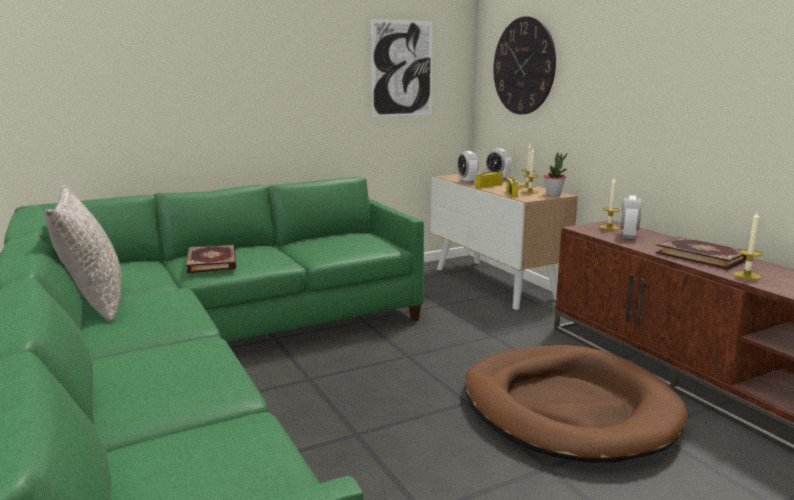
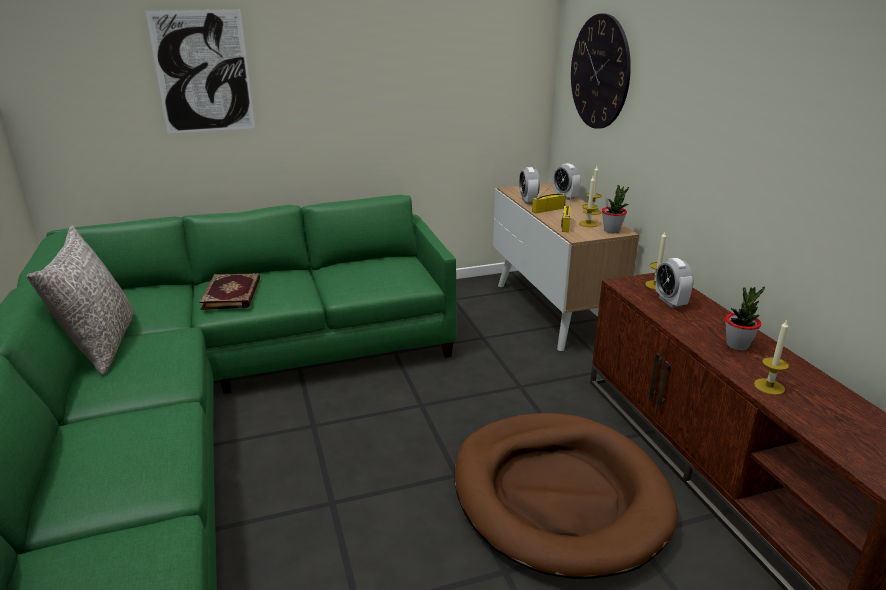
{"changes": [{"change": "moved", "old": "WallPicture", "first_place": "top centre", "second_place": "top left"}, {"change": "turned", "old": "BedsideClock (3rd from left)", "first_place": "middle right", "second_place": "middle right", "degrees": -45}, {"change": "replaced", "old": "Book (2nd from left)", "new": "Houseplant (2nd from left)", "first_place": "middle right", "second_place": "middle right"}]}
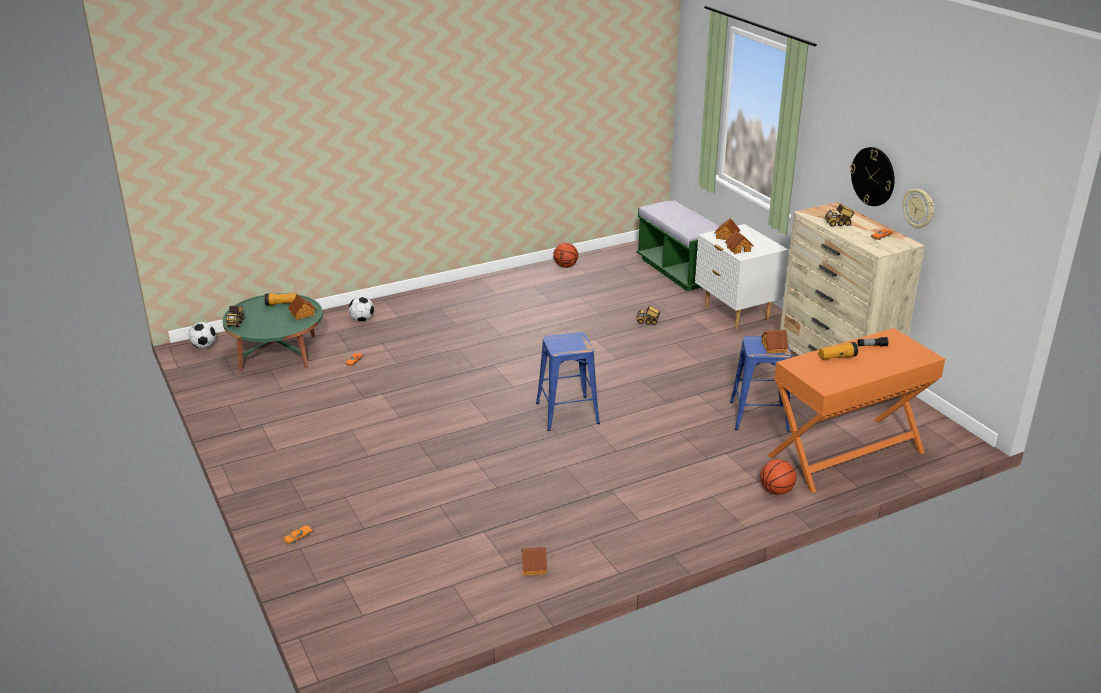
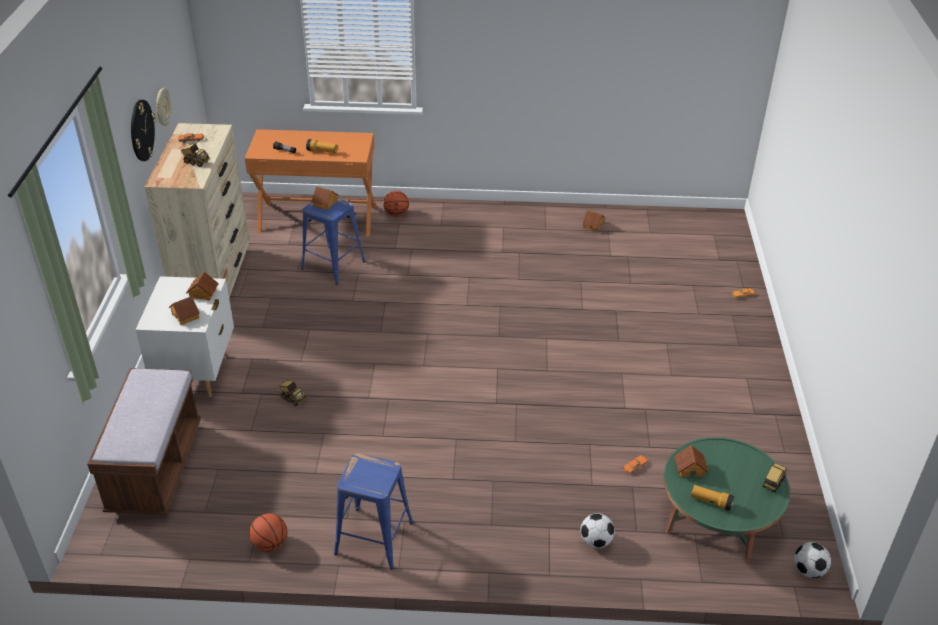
{"changes": [{"change": "moved", "old": "BlueStoolSeat (1st from left in the first image)", "new": "BlueStoolSeat (2nd from left)", "first_place": "centre", "second_place": "bottom centre"}, {"change": "recoloured", "old": "GreenBench", "new": "BrownishBench", "first_place": "centre", "second_place": "bottom left"}]}
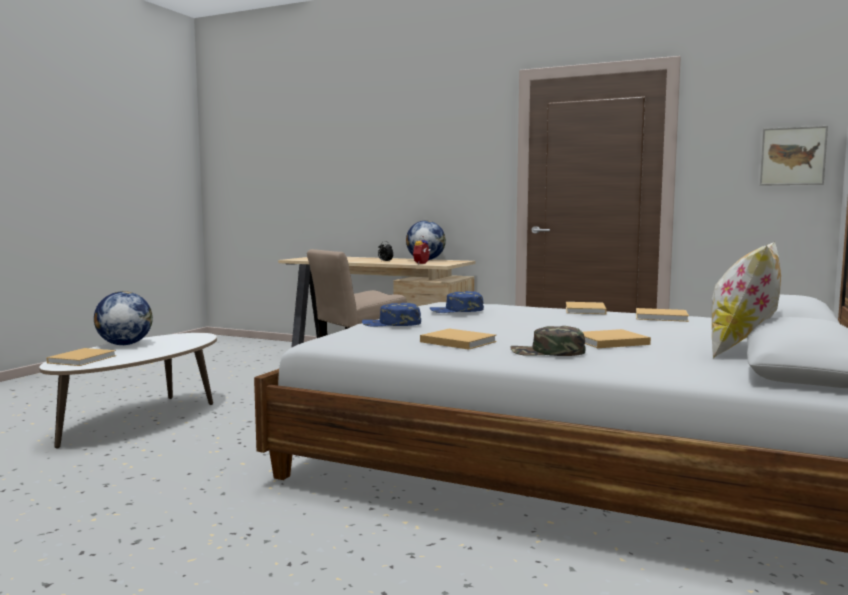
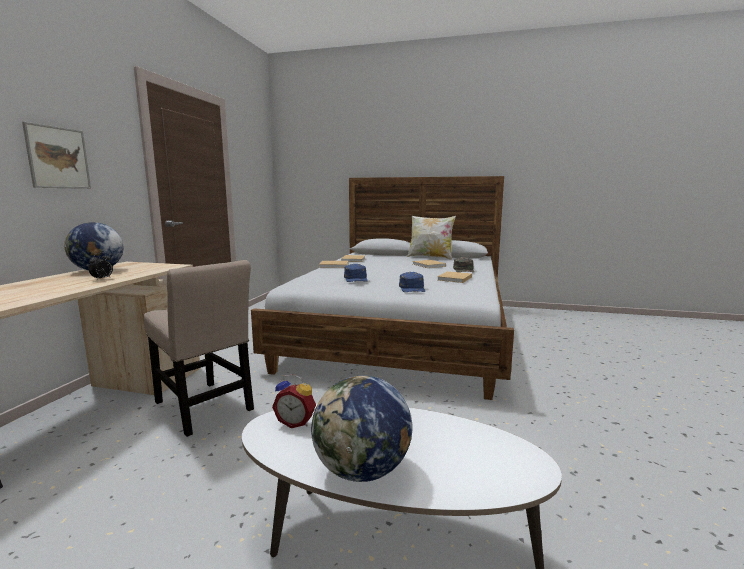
{"changes": [{"change": "removed", "old": "SandColouredBook (1st from left)", "first_place": "middle left"}, {"change": "moved", "old": "BedsideClock (2nd from left)", "first_place": "centre", "second_place": "bottom centre"}, {"change": "moved", "old": "WallPicture", "first_place": "top right", "second_place": "top left"}]}
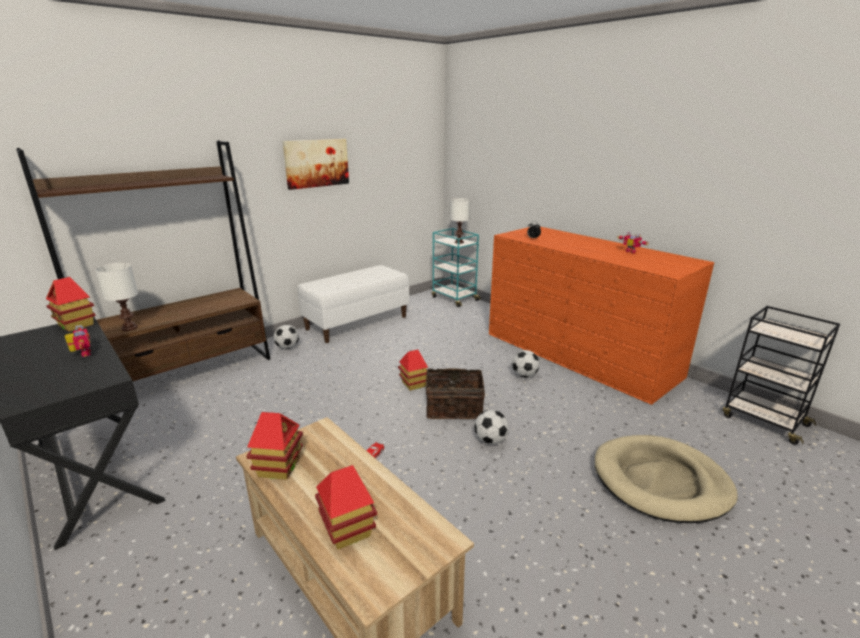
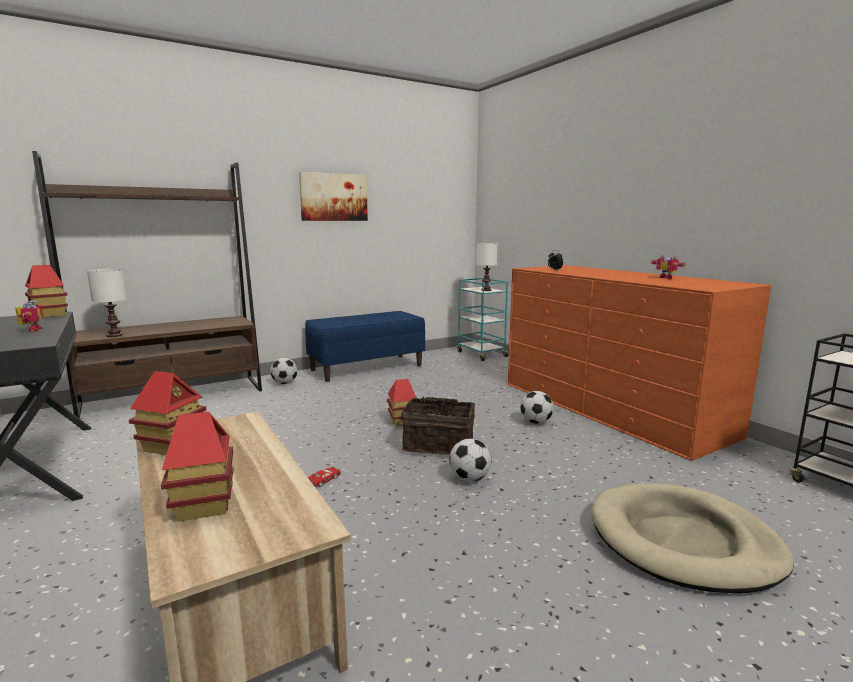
{"changes": [{"change": "recoloured", "old": "WhiteColouredBench", "new": "BlueBench", "first_place": "centre", "second_place": "centre"}]}
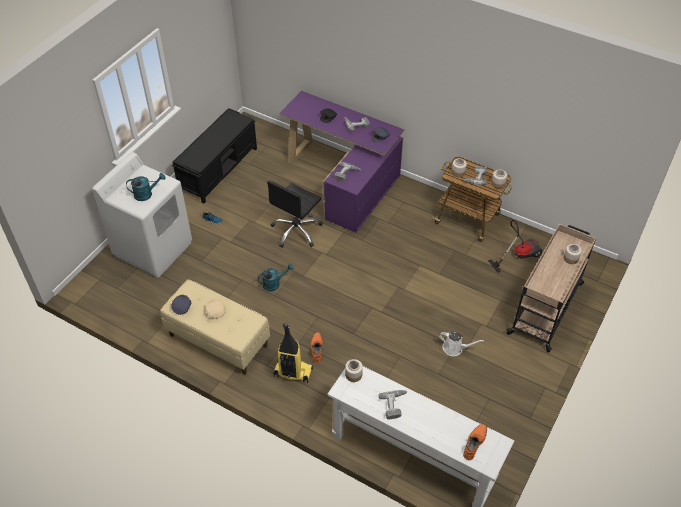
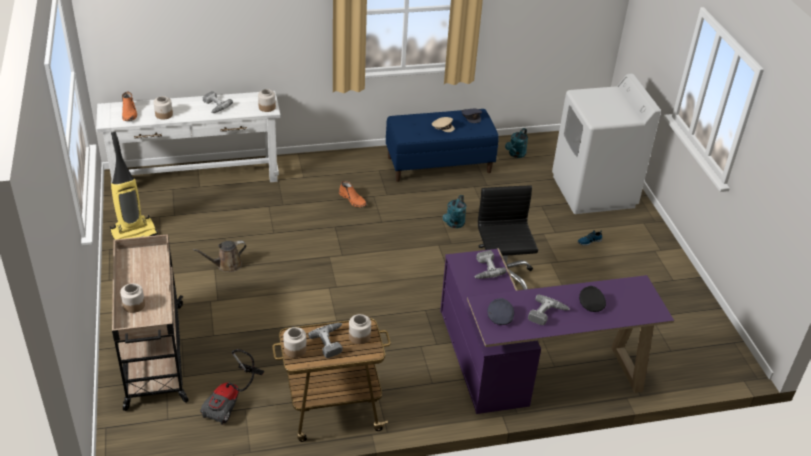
{"changes": [{"change": "moved", "old": "BlueGreenWateringPot (1st from left in the first image)", "new": "BlueGreenWateringPot (2nd from left)", "first_place": "middle left", "second_place": "top centre"}, {"change": "recoloured", "old": "SandColouredBench", "new": "BlueBench", "first_place": "middle left", "second_place": "top centre"}, {"change": "removed", "old": "BlackishBench", "first_place": "top left"}, {"change": "moved", "old": "Hoover (1st from left)", "first_place": "bottom centre", "second_place": "middle left"}, {"change": "recoloured", "old": "WhiteColouredWateringPot", "new": "BrownishWateringPot", "first_place": "bottom right", "second_place": "middle left"}, {"change": "added", "new": "Jar (2nd from left)", "second_place": "top left"}]}
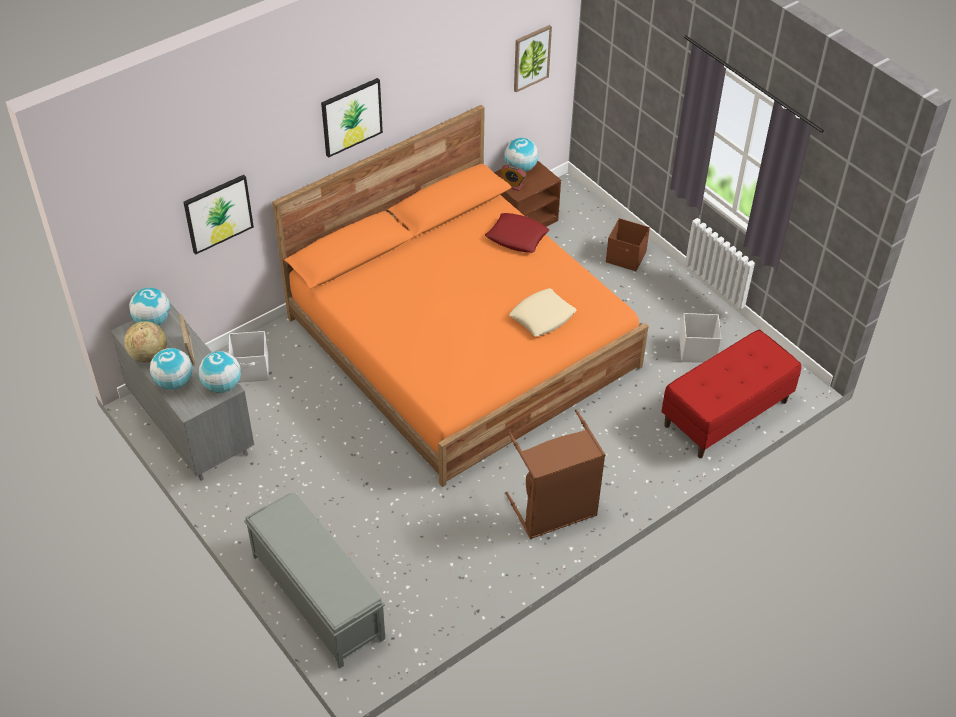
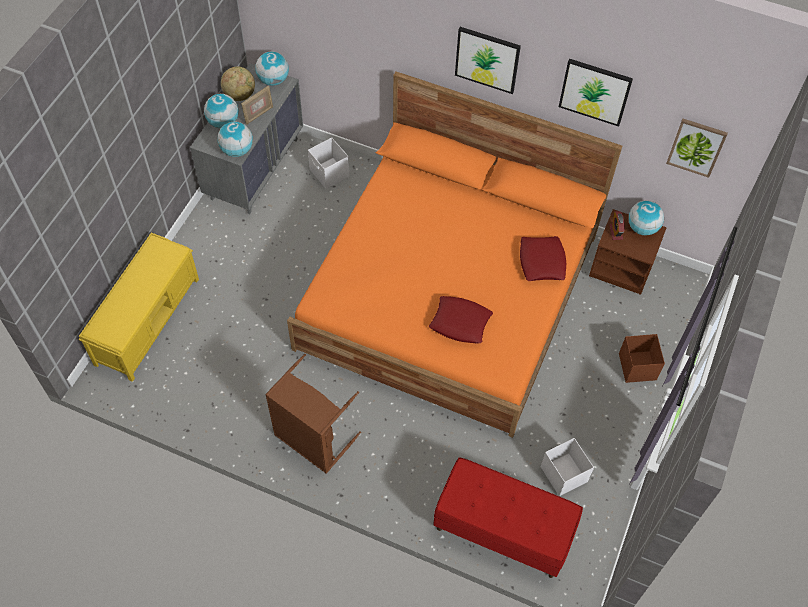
{"changes": [{"change": "moved", "old": "WallPicture (1st from left in the first image)", "new": "WallPicture (2nd from left)", "first_place": "top left", "second_place": "top right"}, {"change": "recoloured", "old": "GreyBench", "new": "YellowColouredBench", "first_place": "bottom left", "second_place": "middle left"}, {"change": "recoloured", "old": "SandColouredPillow", "new": "RedColouredPillow (1st from left)", "first_place": "centre", "second_place": "centre"}]}
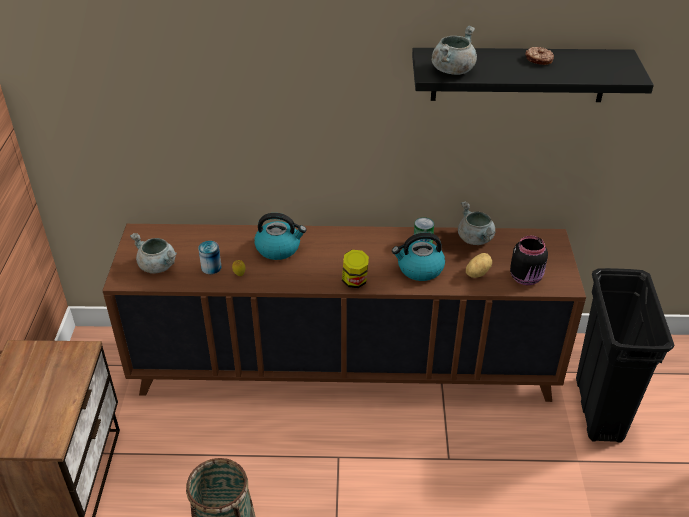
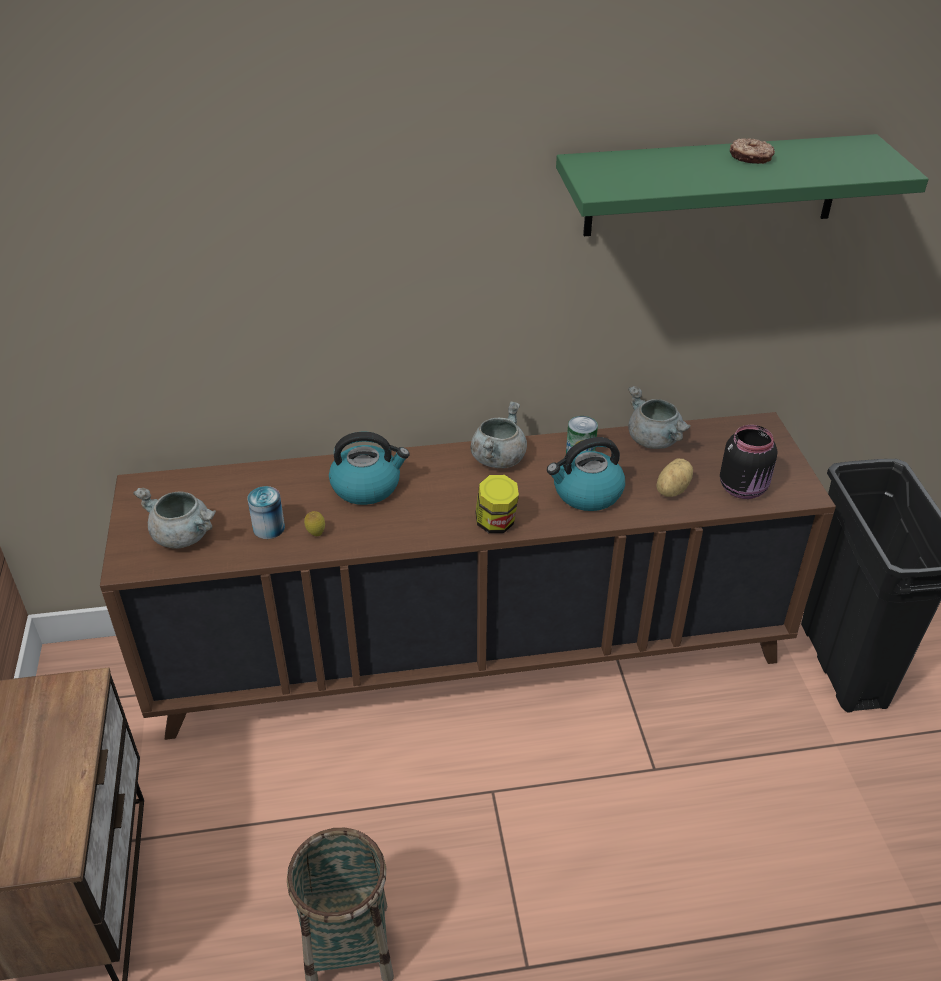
{"changes": [{"change": "recoloured", "old": "BlackishBracketShelf", "new": "GreenBracketShelf", "first_place": "top right", "second_place": "top right"}, {"change": "moved", "old": "GreyStockpot (2nd from left)", "first_place": "top centre", "second_place": "centre"}]}
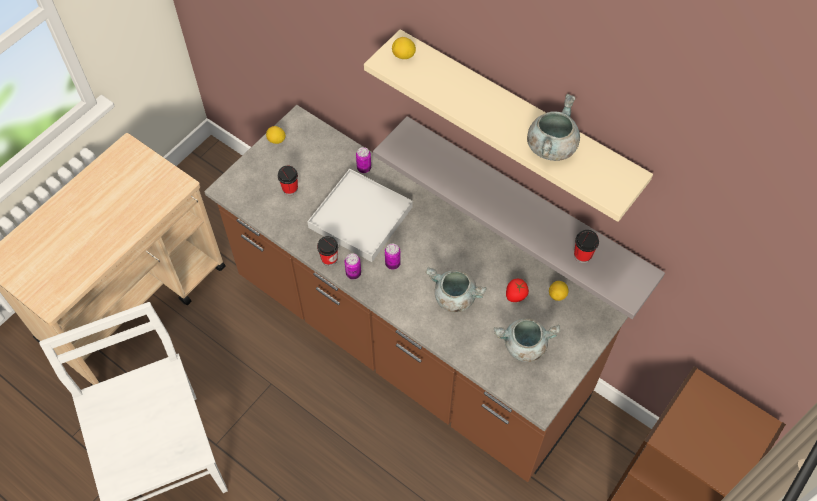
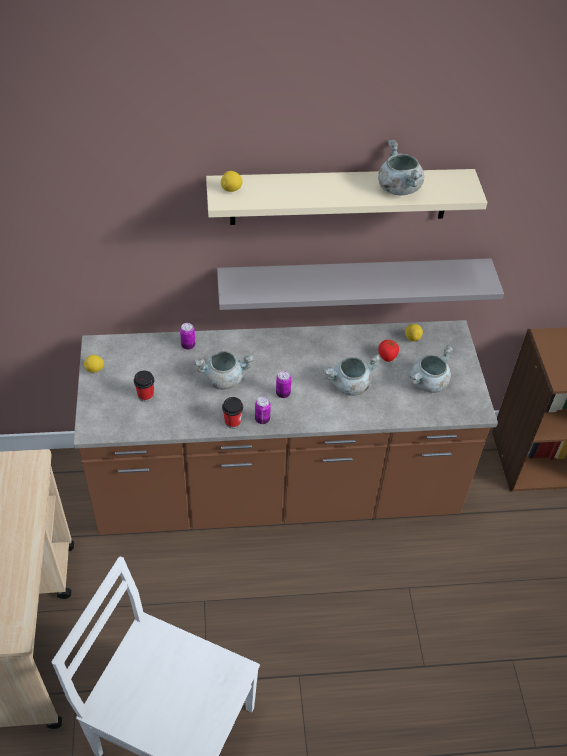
{"changes": [{"change": "replaced", "old": "WhiteColouredServingTray", "new": "GreyStockpot (1st from left)", "first_place": "centre", "second_place": "centre"}, {"change": "removed", "old": "Cup (3rd from left)", "first_place": "middle right"}]}
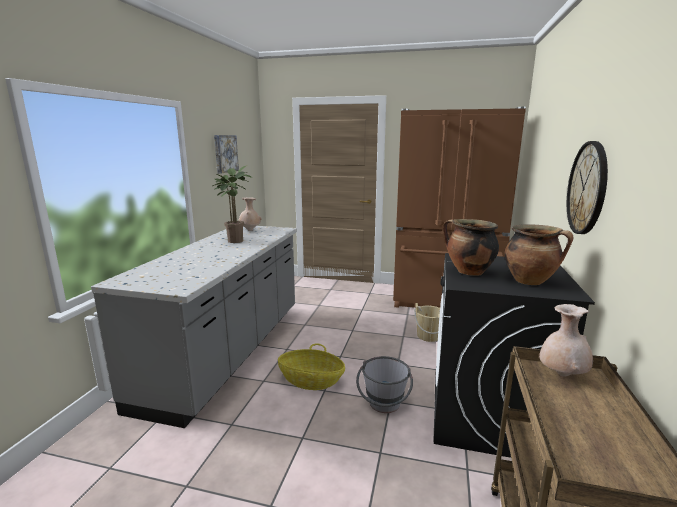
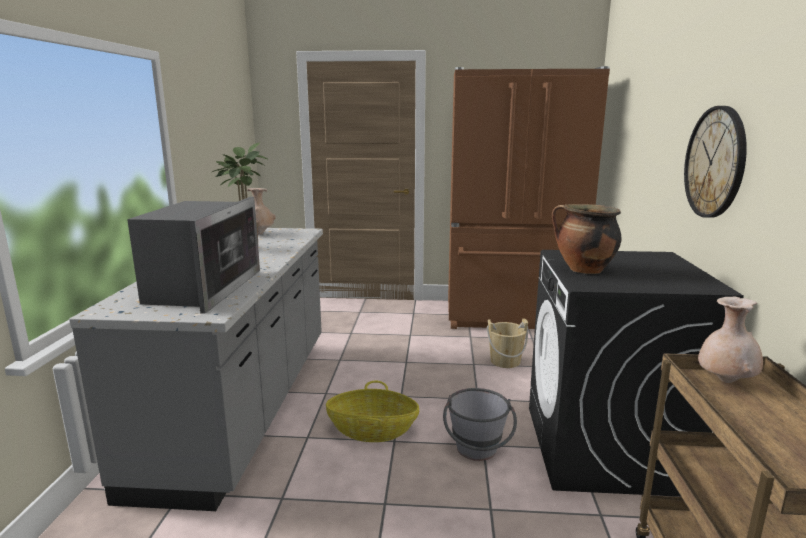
{"changes": [{"change": "removed", "old": "WallPicture", "first_place": "top centre"}, {"change": "removed", "old": "Stockpot (2nd from left)", "first_place": "middle right"}, {"change": "added", "new": "MicrowaveOven", "second_place": "middle left"}]}
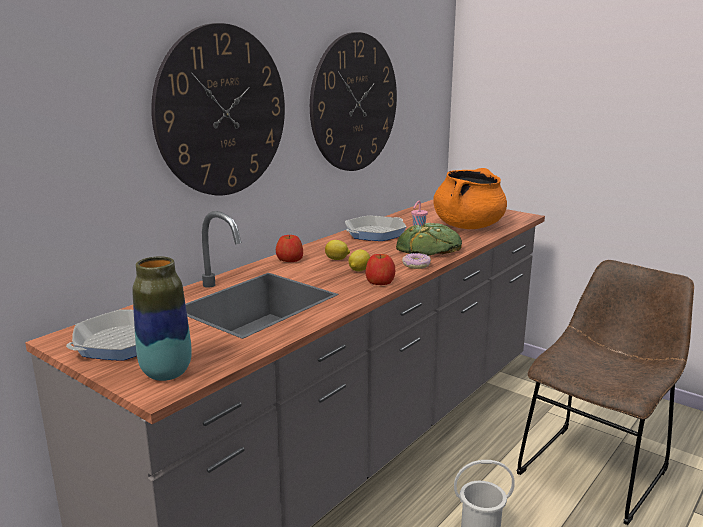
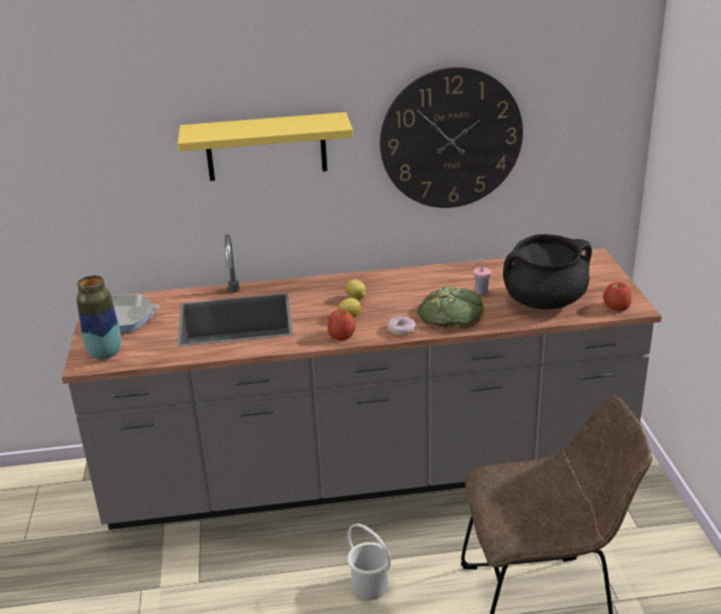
{"changes": [{"change": "replaced", "old": "HangingClock (1st from left)", "new": "YellowColouredBracketShelf", "first_place": "top left", "second_place": "top centre"}, {"change": "moved", "old": "Apple (1st from left in the first image)", "new": "Apple (2nd from left)", "first_place": "centre", "second_place": "middle right"}, {"change": "removed", "old": "Skillet (2nd from left)", "first_place": "centre"}, {"change": "recoloured", "old": "OrangeStockpot", "new": "BlackishStockpot", "first_place": "middle right", "second_place": "middle right"}]}
